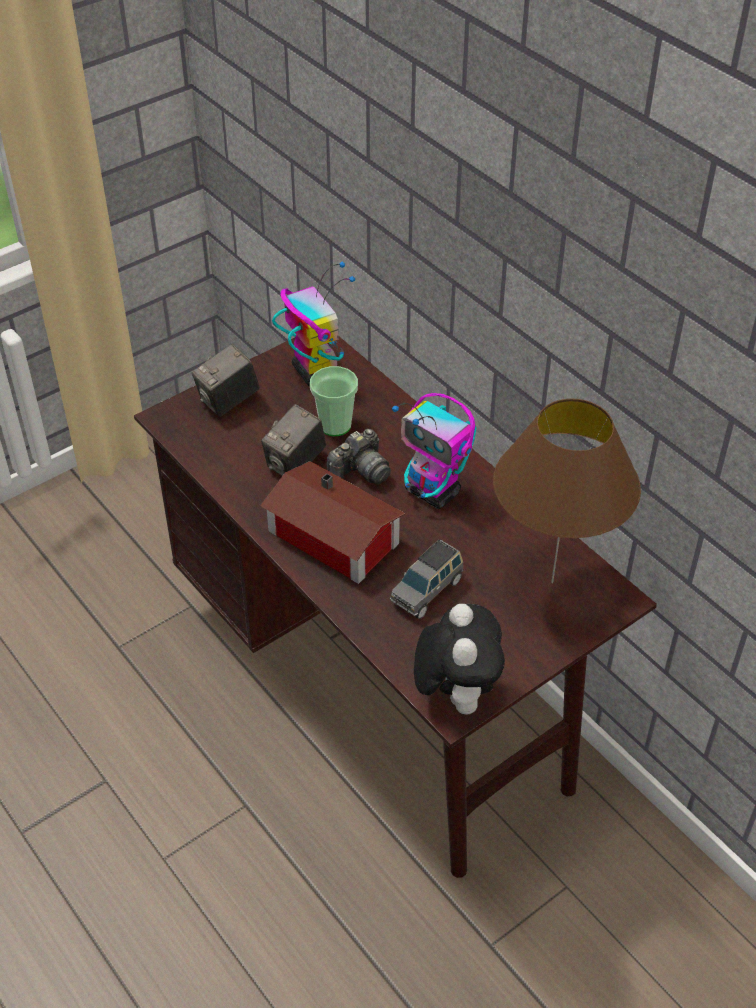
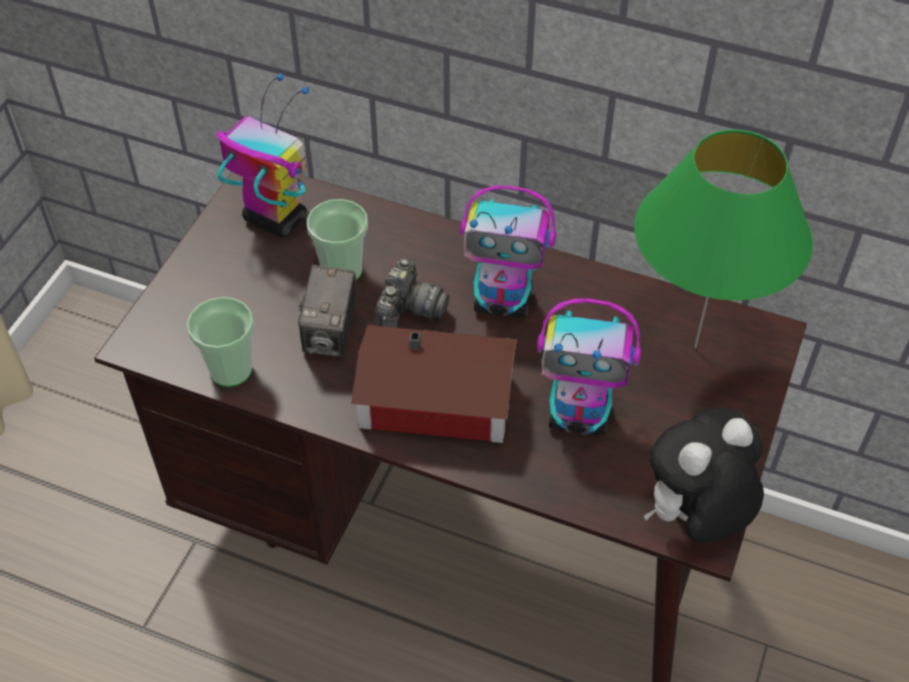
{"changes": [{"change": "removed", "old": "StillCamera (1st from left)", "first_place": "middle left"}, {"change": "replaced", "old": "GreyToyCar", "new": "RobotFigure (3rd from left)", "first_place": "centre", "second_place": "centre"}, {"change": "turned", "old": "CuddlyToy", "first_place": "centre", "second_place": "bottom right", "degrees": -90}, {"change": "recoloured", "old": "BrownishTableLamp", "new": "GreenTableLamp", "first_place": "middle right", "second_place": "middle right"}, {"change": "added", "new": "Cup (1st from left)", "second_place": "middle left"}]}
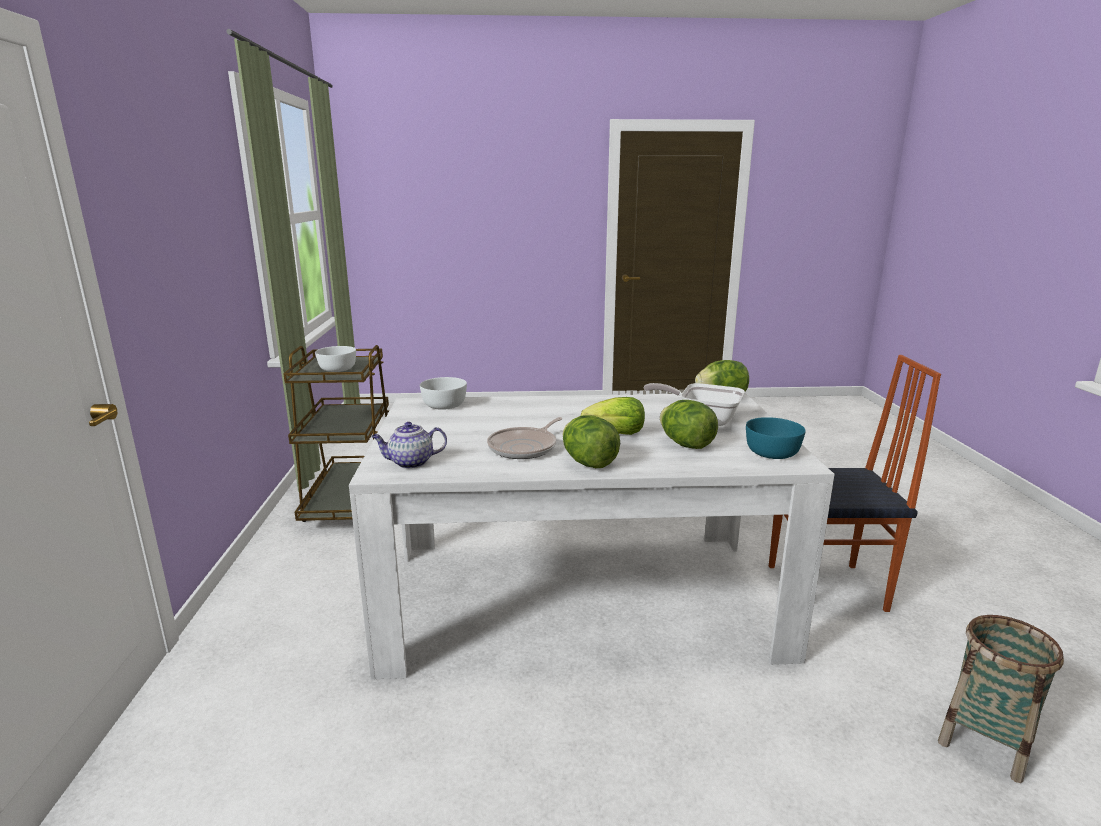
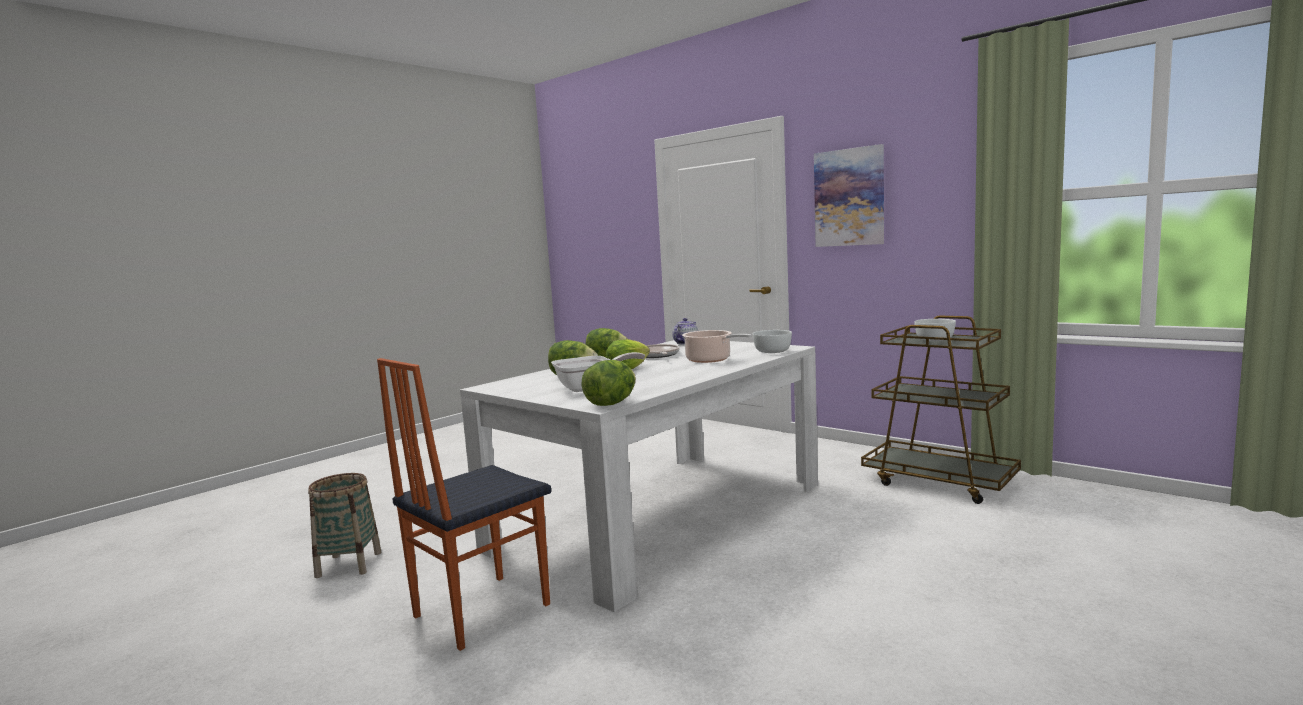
{"changes": [{"change": "removed", "old": "BlueGreenServingBowl", "first_place": "middle right"}, {"change": "added", "new": "Stockpot", "second_place": "centre"}, {"change": "added", "new": "WallPicture", "second_place": "top centre"}]}
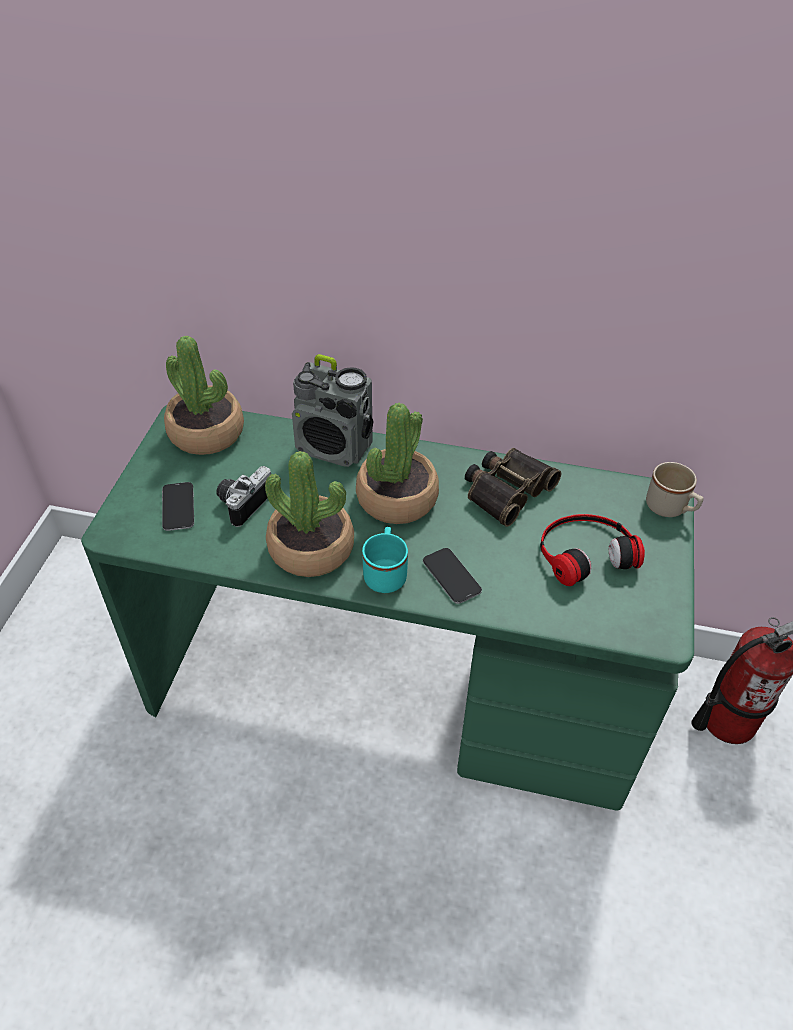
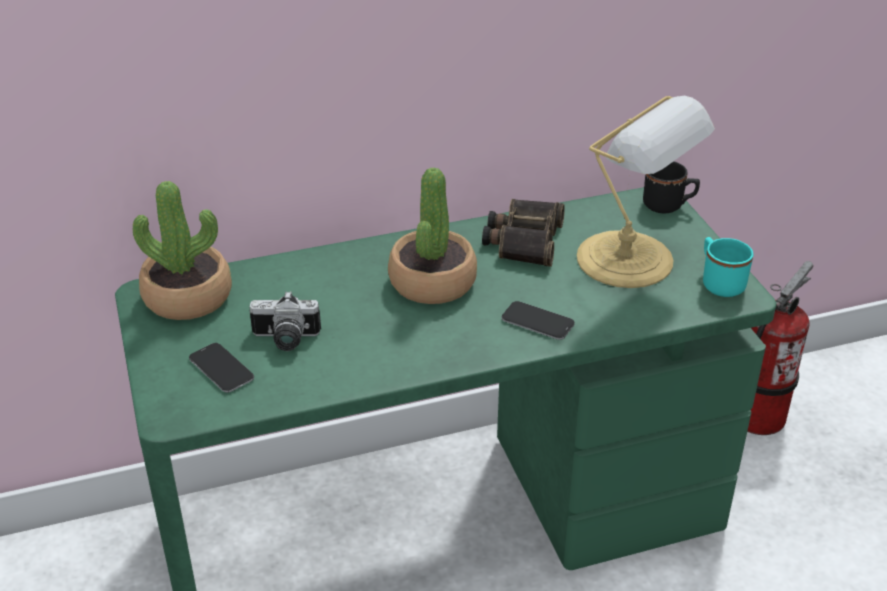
{"changes": [{"change": "turned", "old": "StillCamera", "first_place": "middle left", "second_place": "middle left", "degrees": -90}, {"change": "removed", "old": "Houseplant (2nd from left)", "first_place": "centre"}, {"change": "removed", "old": "RadioSet", "first_place": "centre"}, {"change": "moved", "old": "BlueGreenCoffeeMug", "first_place": "centre", "second_place": "middle right"}, {"change": "replaced", "old": "PairOfHeadphones", "new": "TableLamp", "first_place": "middle right", "second_place": "top right"}, {"change": "recoloured", "old": "SandColouredCoffeeMug", "new": "BlackishCoffeeMug", "first_place": "middle right", "second_place": "top right"}]}
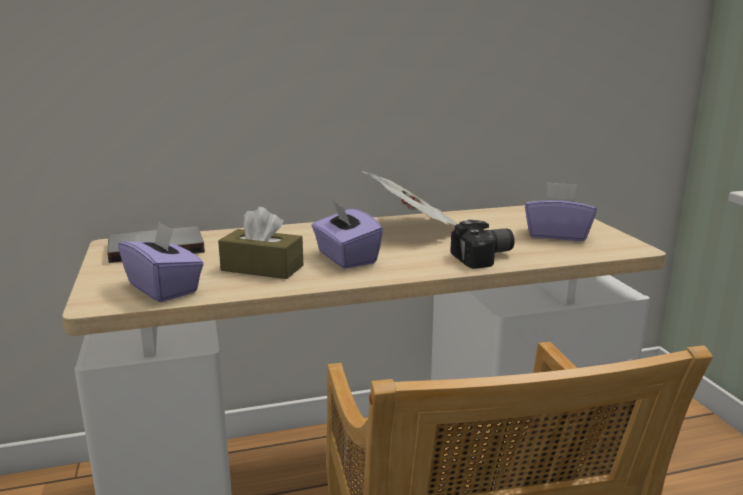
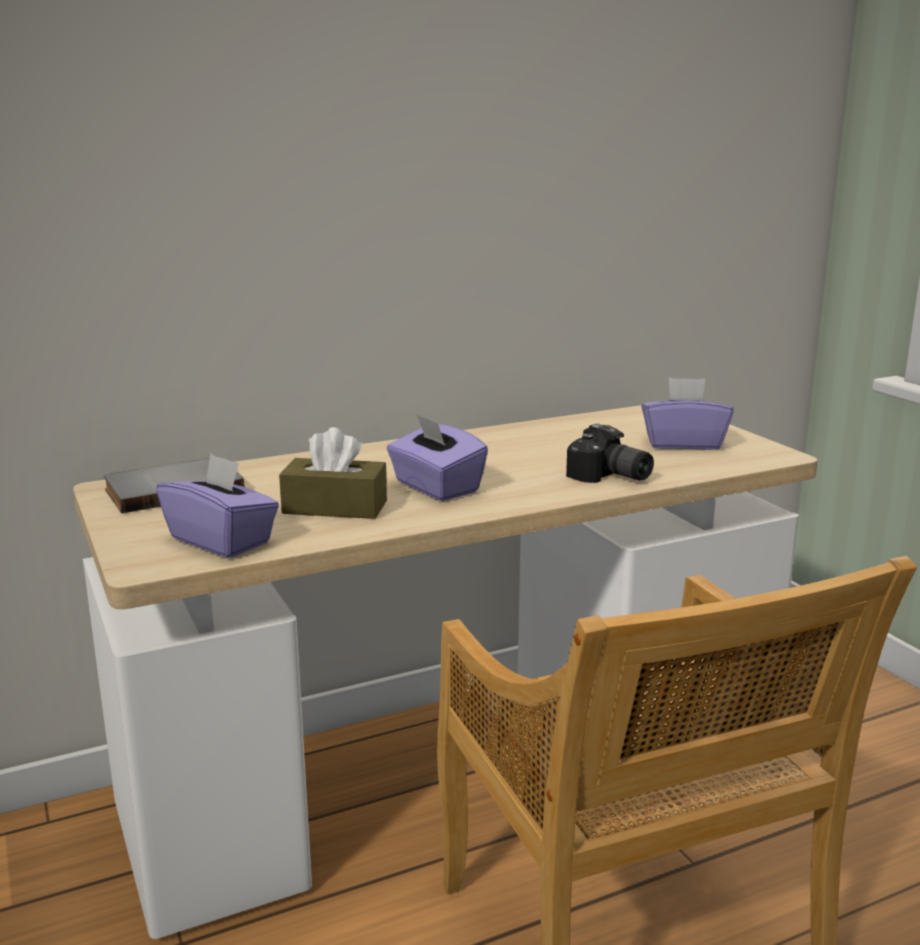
{"changes": [{"change": "removed", "old": "Newspaper", "first_place": "centre"}, {"change": "turned", "old": "StillCamera", "first_place": "centre", "second_place": "centre", "degrees": 75}]}
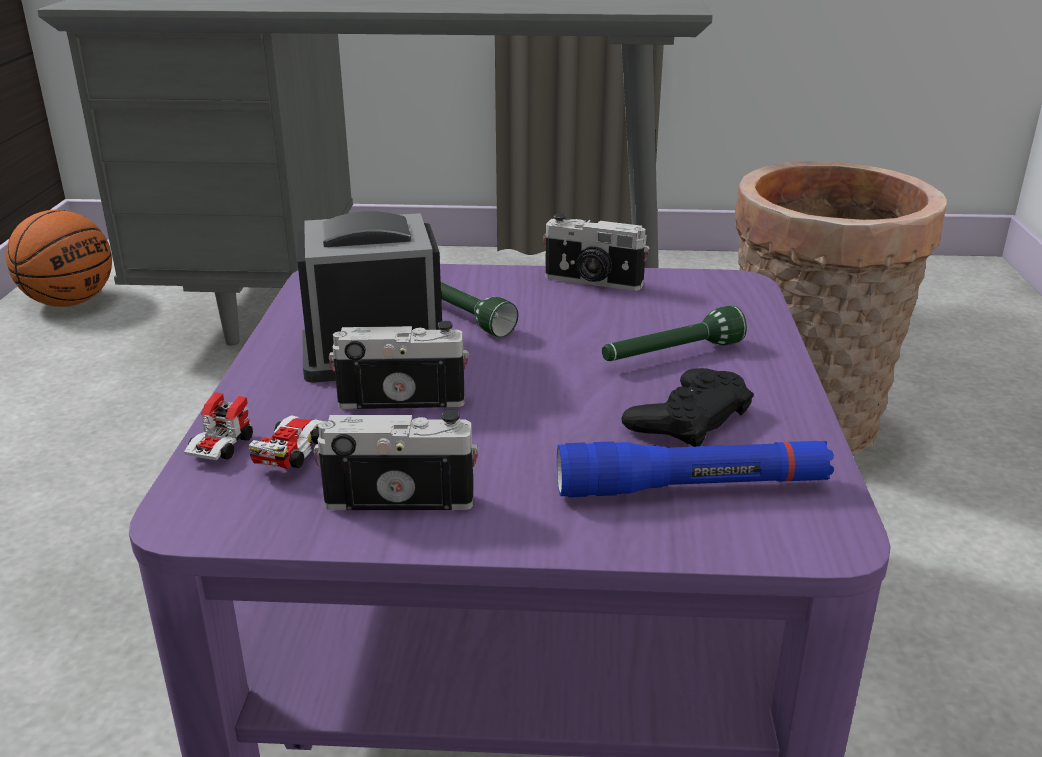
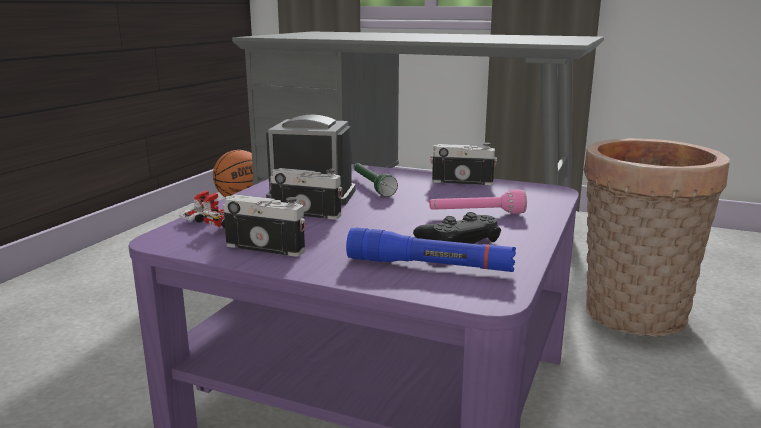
{"changes": [{"change": "turned", "old": "StillCamera (3rd from left)", "first_place": "top centre", "second_place": "centre", "degrees": 150}, {"change": "recoloured", "old": "GreenTorch (2nd from left)", "new": "PinkColouredTorch", "first_place": "centre", "second_place": "centre"}]}
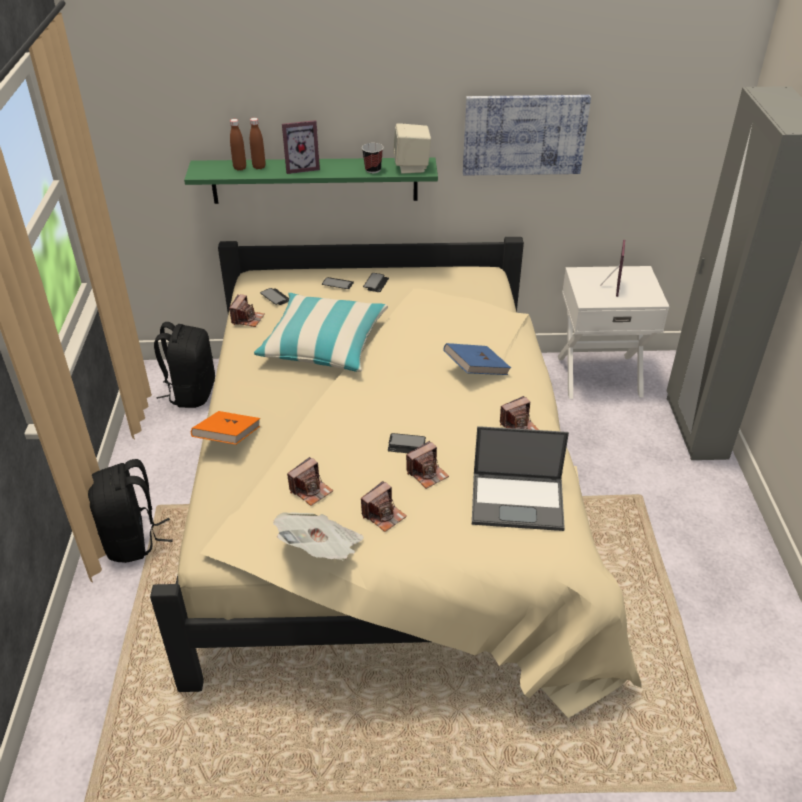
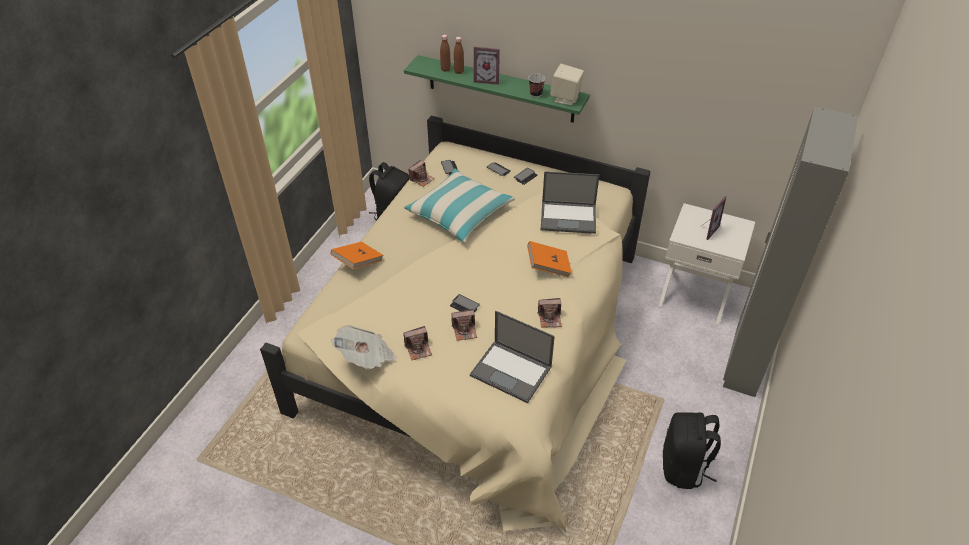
{"changes": [{"change": "moved", "old": "BlackishRucksack (1st from left in the first image)", "new": "BlackishRucksack (2nd from left)", "first_place": "middle left", "second_place": "bottom right"}, {"change": "removed", "old": "StillCamera (2nd from left)", "first_place": "centre"}, {"change": "recoloured", "old": "BlueBook", "new": "OrangeBook (2nd from left)", "first_place": "centre", "second_place": "centre"}, {"change": "removed", "old": "WallPicture", "first_place": "top centre"}, {"change": "added", "new": "NotebookComputer (2nd from left)", "second_place": "centre"}]}
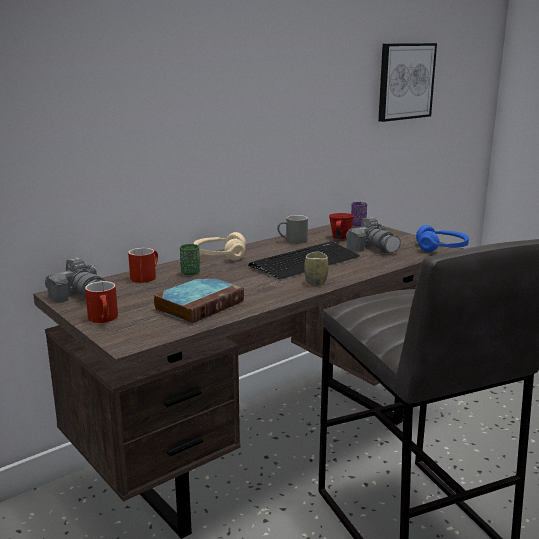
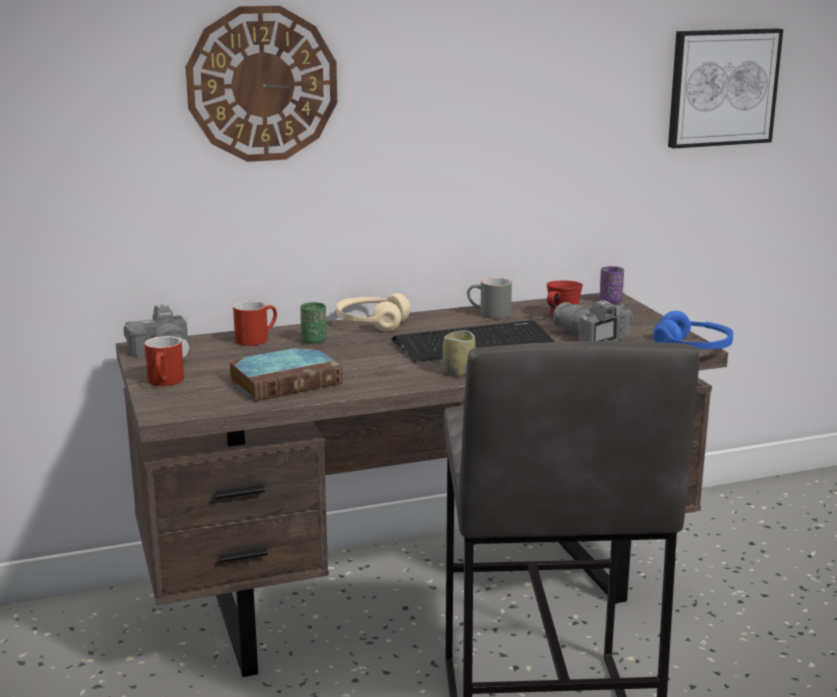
{"changes": [{"change": "turned", "old": "StillCamera (2nd from left)", "first_place": "middle right", "second_place": "middle right", "degrees": 150}, {"change": "added", "new": "HangingClock", "second_place": "top left"}]}
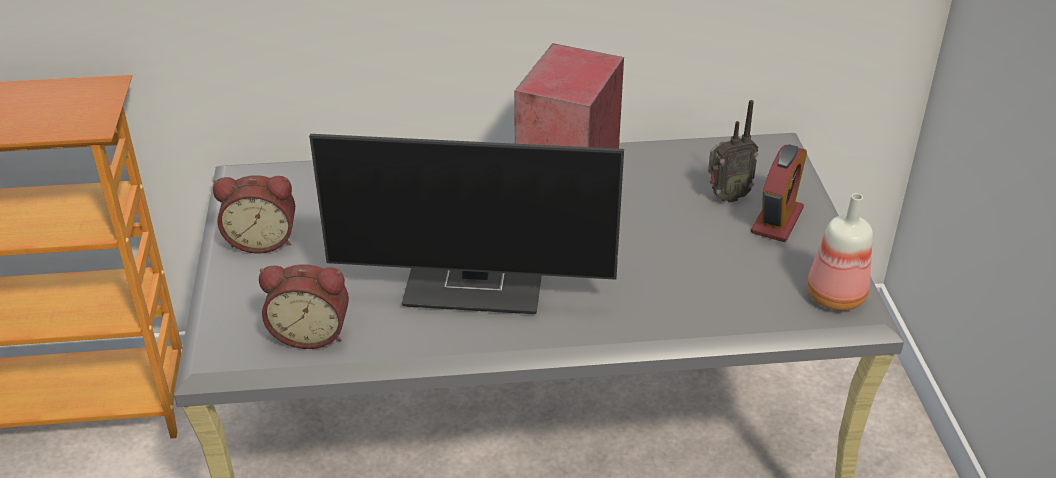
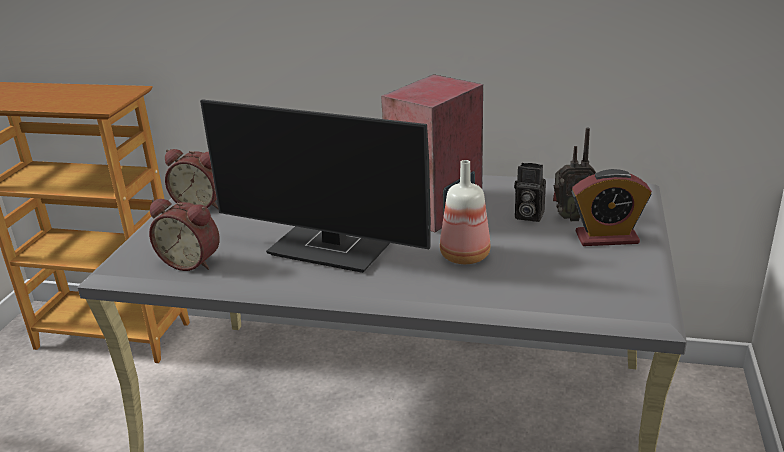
{"changes": [{"change": "turned", "old": "BedsideClock (3rd from left)", "first_place": "middle right", "second_place": "middle right", "degrees": 45}, {"change": "moved", "old": "Bottle", "first_place": "middle right", "second_place": "centre"}, {"change": "added", "new": "StillCamera", "second_place": "middle right"}]}
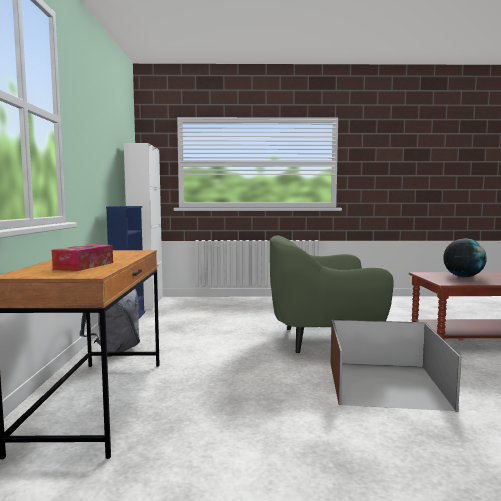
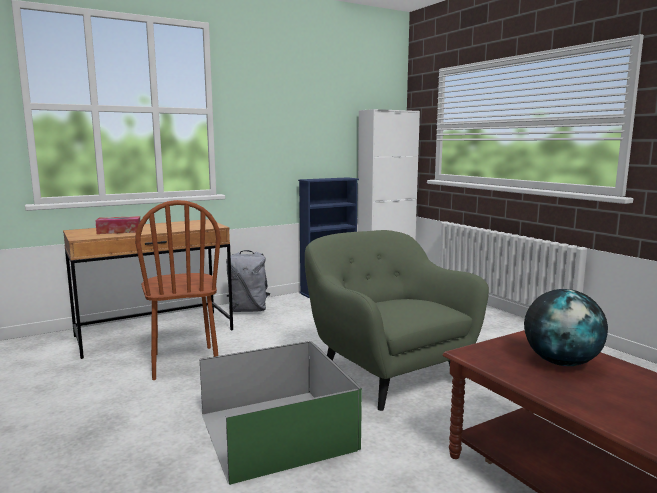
{"changes": [{"change": "recoloured", "old": "BrownishStorageBox", "new": "GreenStorageBox", "first_place": "bottom right", "second_place": "bottom centre"}, {"change": "added", "new": "BrownishPlainChair", "second_place": "middle left"}]}
